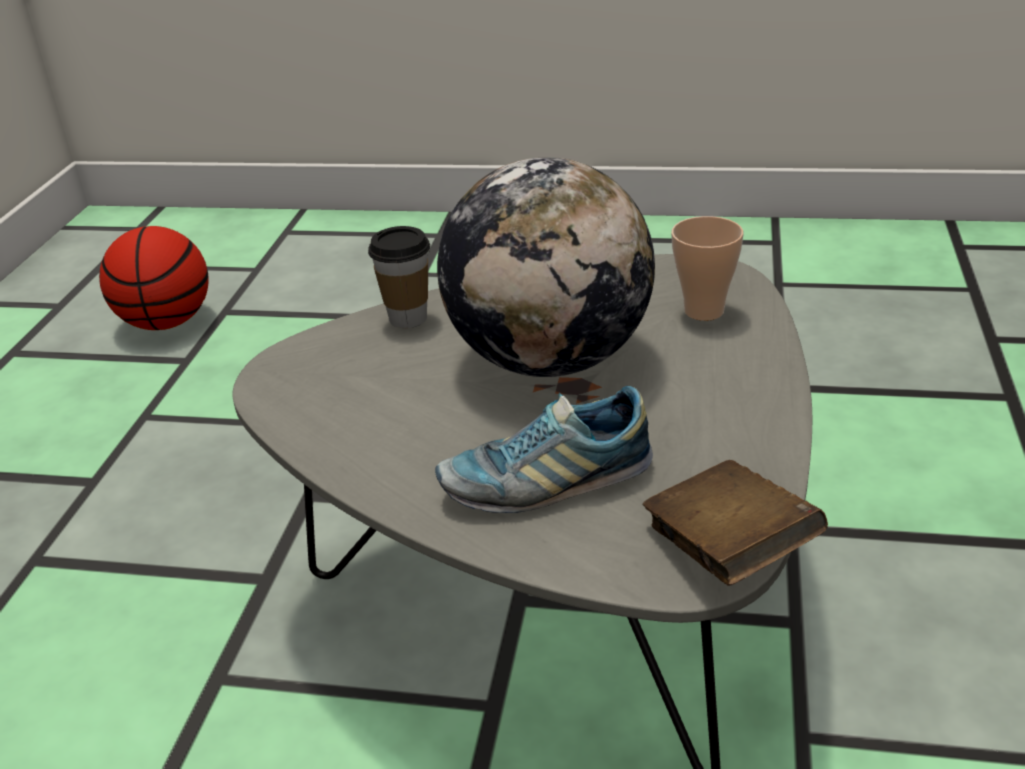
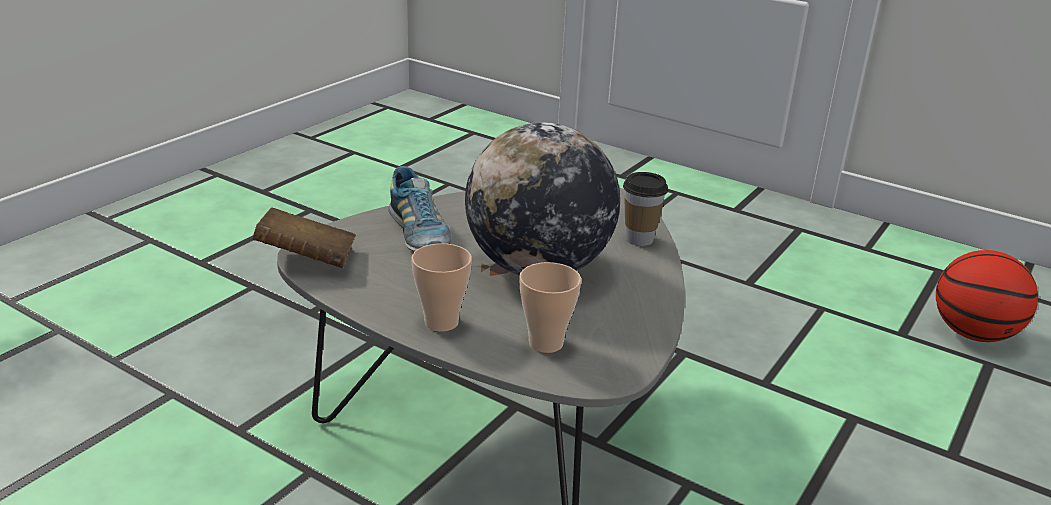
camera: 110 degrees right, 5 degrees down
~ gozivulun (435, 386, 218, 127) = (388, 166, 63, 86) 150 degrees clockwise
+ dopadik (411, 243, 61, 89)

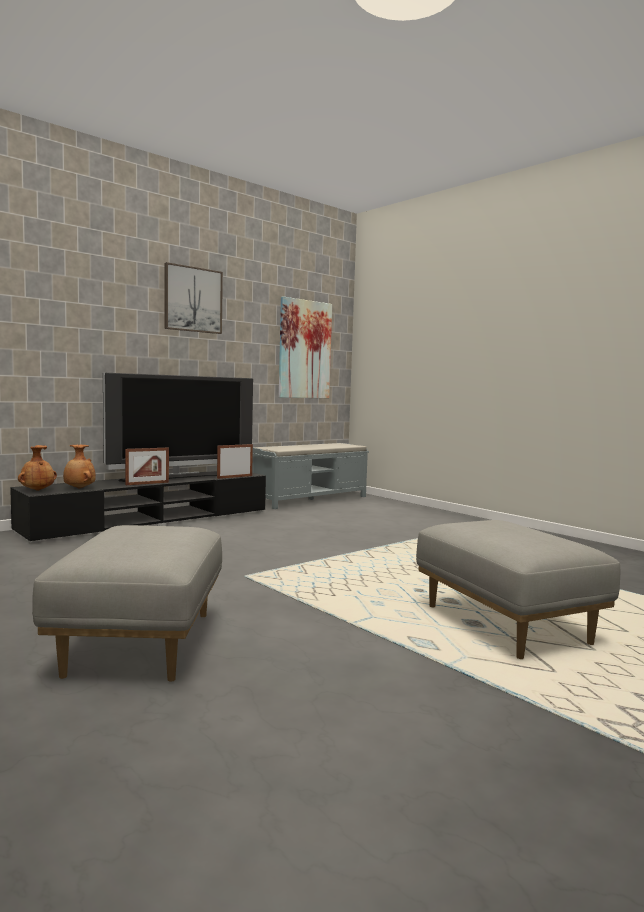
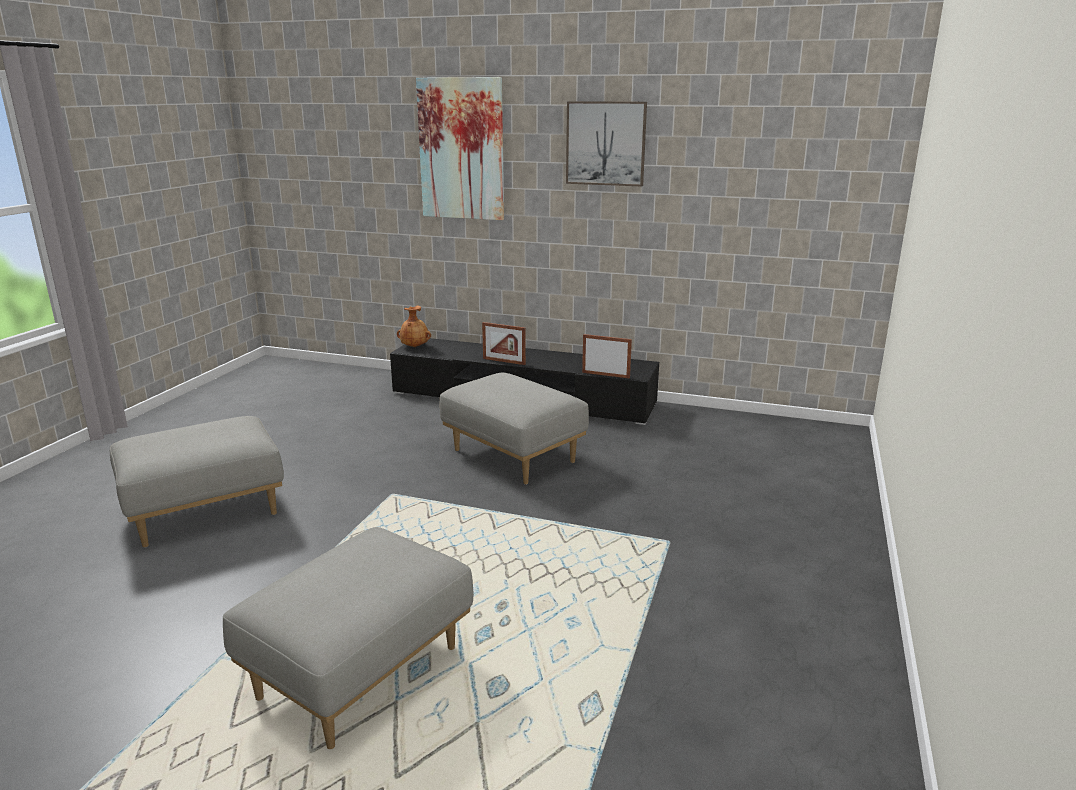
camera: 60 degrees right, 15 degrees up
~ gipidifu (279, 297, 53, 101) to (416, 77, 88, 143)
- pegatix (103, 373, 150, 109)
- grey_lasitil (252, 443, 117, 66)
- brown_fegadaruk (63, 445, 33, 44)
+ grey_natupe (440, 373, 149, 112)

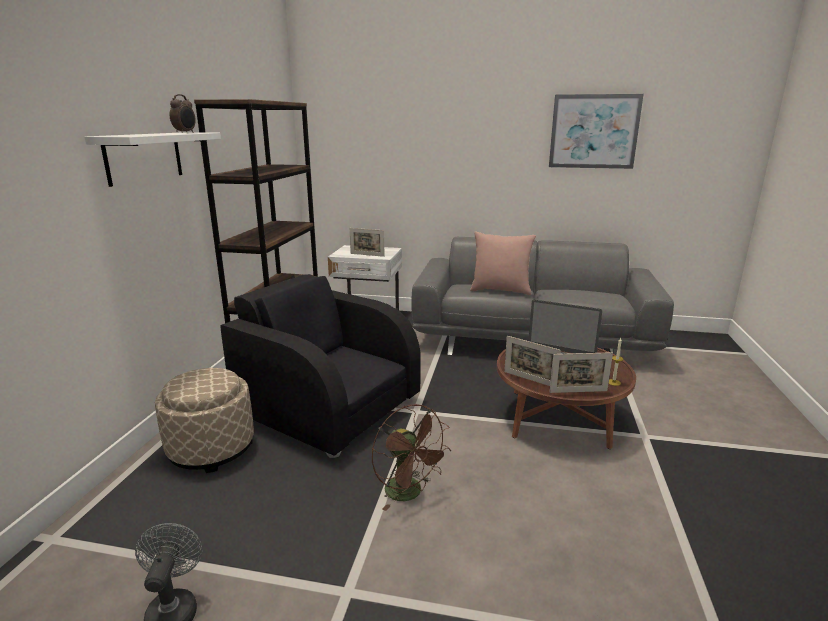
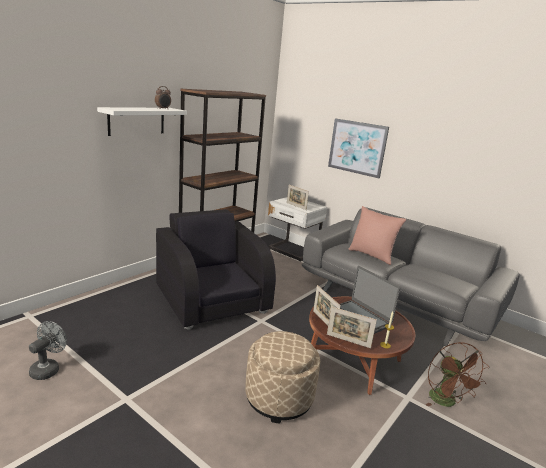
camera: 25 degrees right, 0 degrees up
~ gipidifu (549, 94, 95, 75) to (328, 119, 61, 59)
~ beige_natupe (155, 368, 99, 105) to (245, 331, 75, 92)
~ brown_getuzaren (372, 404, 79, 107) to (425, 342, 65, 65)

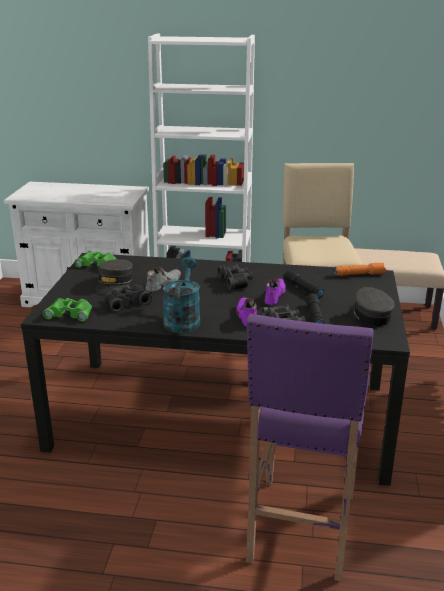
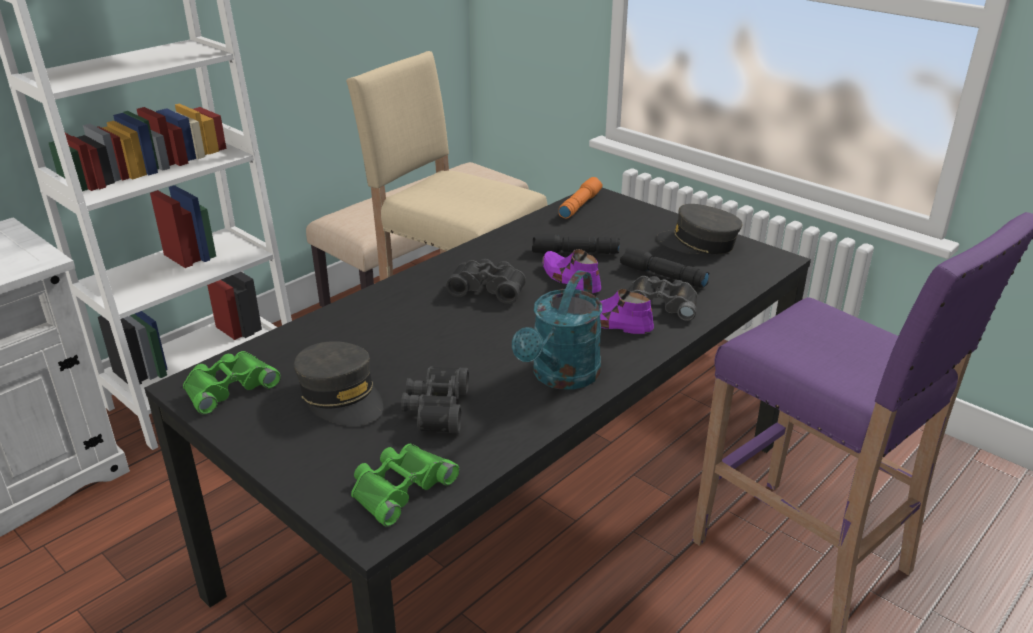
camera: 55 degrees left, 5 degrees up
~ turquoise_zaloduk (163, 257, 37, 76) = (512, 270, 90, 120) 105 degrees counterclockwise
- grey_gozivulun (145, 267, 36, 25)

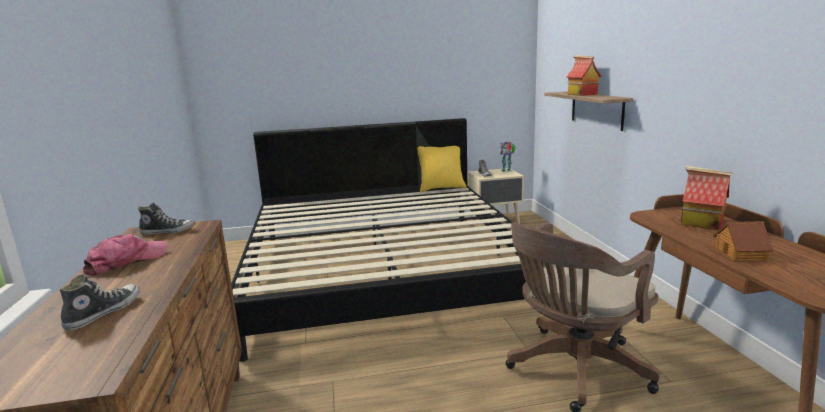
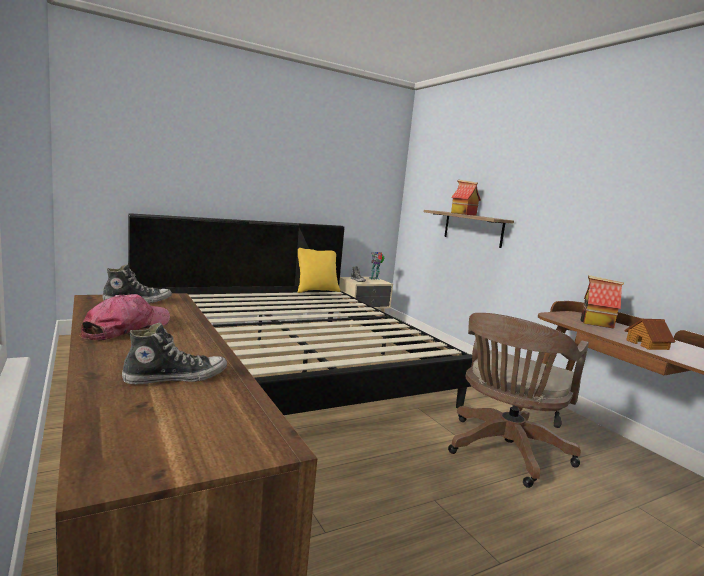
camera: 20 degrees left, 5 degrees down
~ gozivulun (60, 275, 80, 56) = (122, 323, 105, 61) 60 degrees clockwise

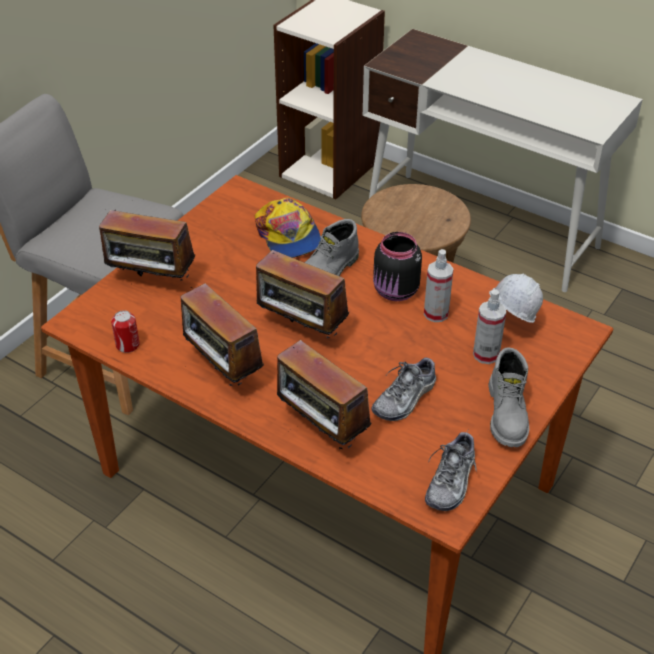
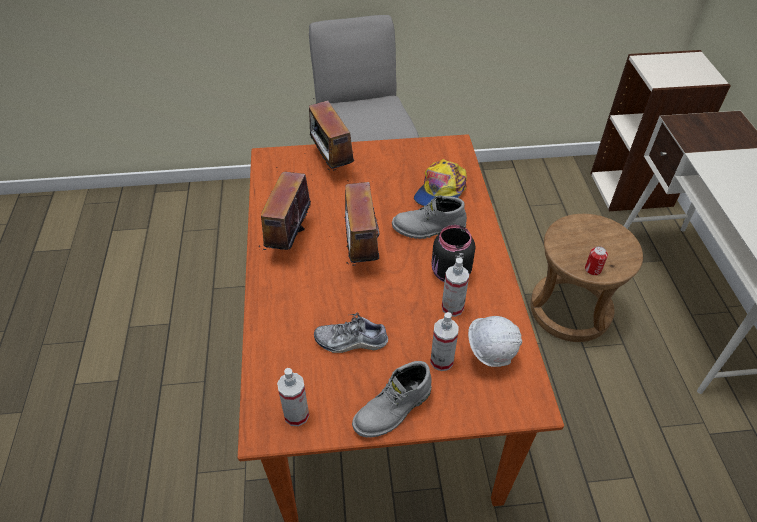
camera: 50 degrees right, 5 degrees up
~ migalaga (111, 310, 29, 43) to (585, 246, 23, 29)
- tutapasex (277, 340, 95, 109)
~ gozivulun (425, 432, 52, 79) to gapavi (277, 368, 32, 58)

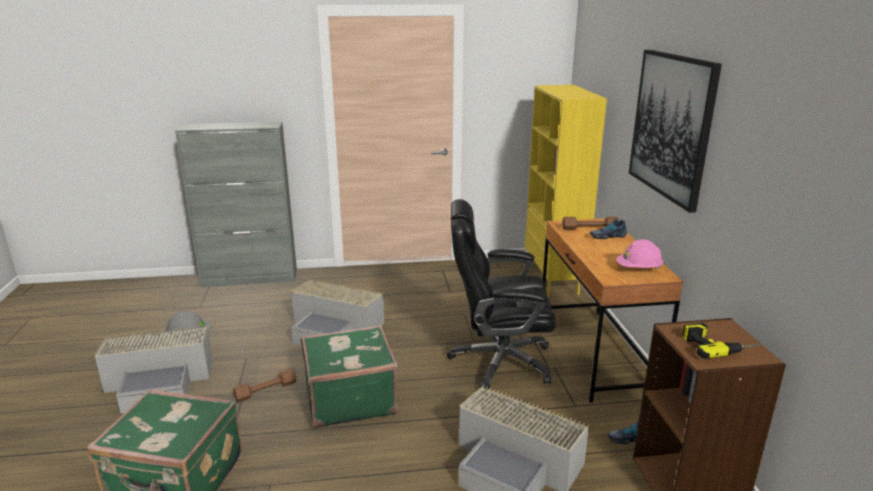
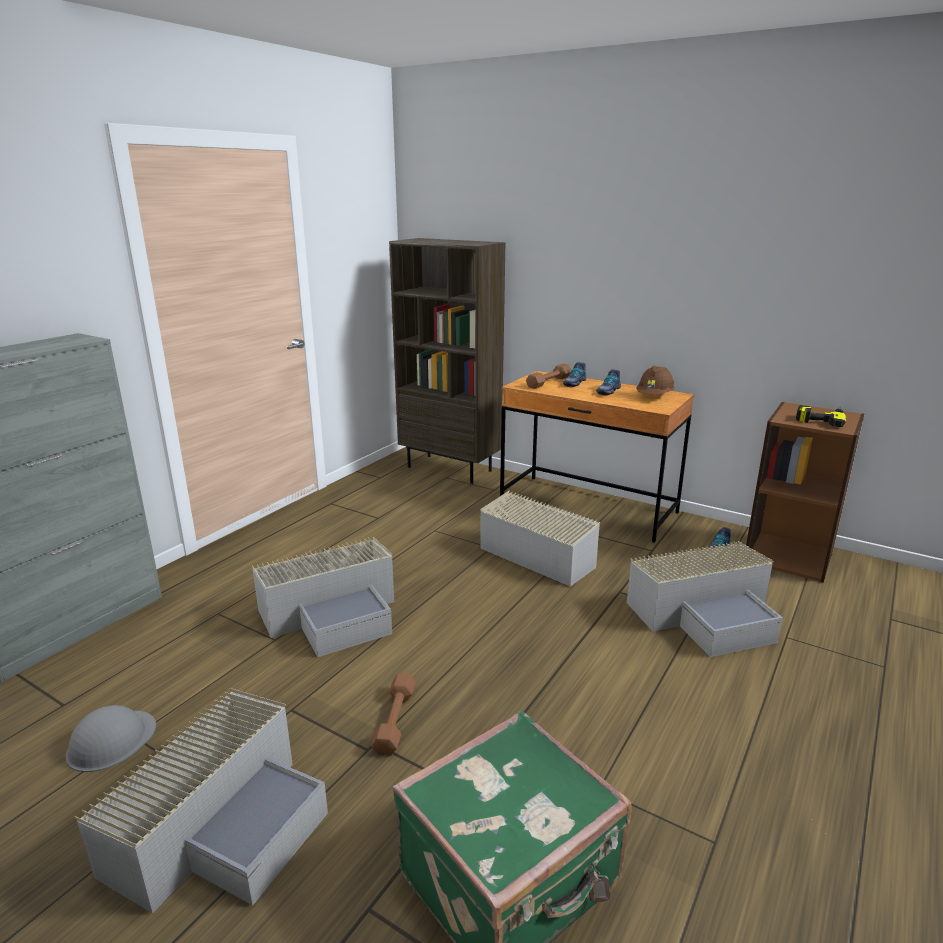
camera: 50 degrees left, 0 degrees up
- gipidifu (629, 50, 93, 163)
~ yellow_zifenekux (525, 85, 82, 212) to brown_zifenekux (389, 238, 116, 246)
~ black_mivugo (447, 199, 109, 191) to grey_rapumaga (480, 490, 120, 97)
~ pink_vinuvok (616, 240, 47, 28) to brown_vinuvok (636, 366, 39, 29)
- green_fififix (301, 325, 96, 104)
+ gozivulun (596, 369, 25, 26)

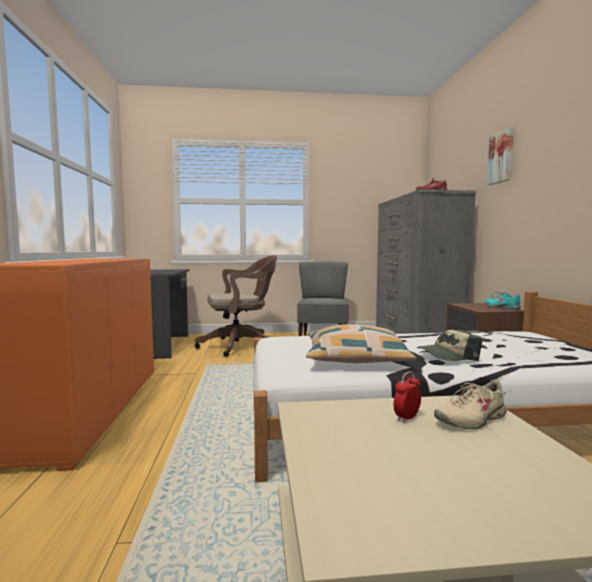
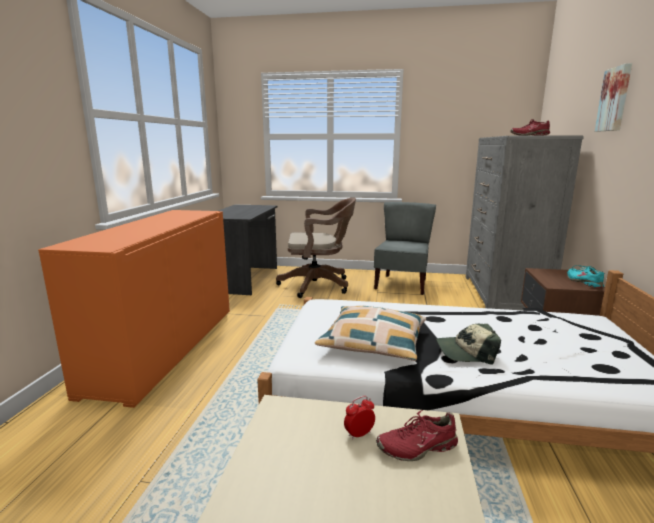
camera: 15 degrees right, 10 degrees up
~ beige_gozivulun (434, 379, 76, 50) to red_gozivulun (376, 410, 82, 51)

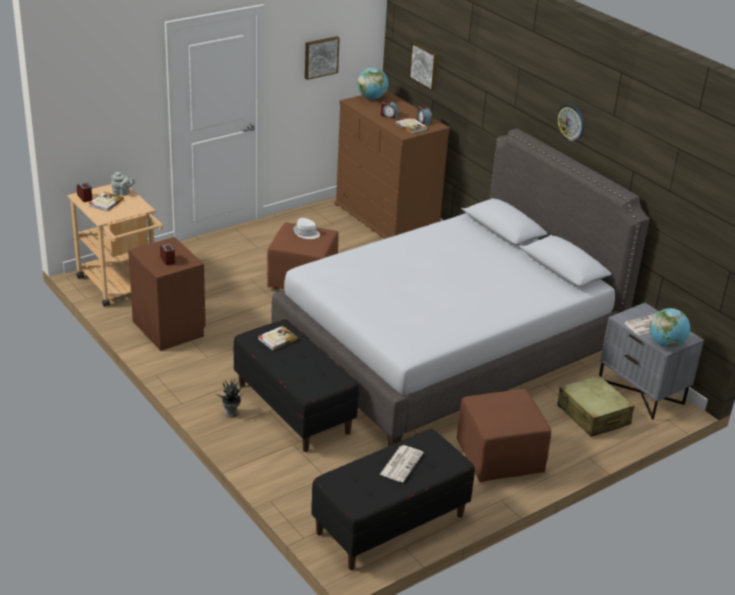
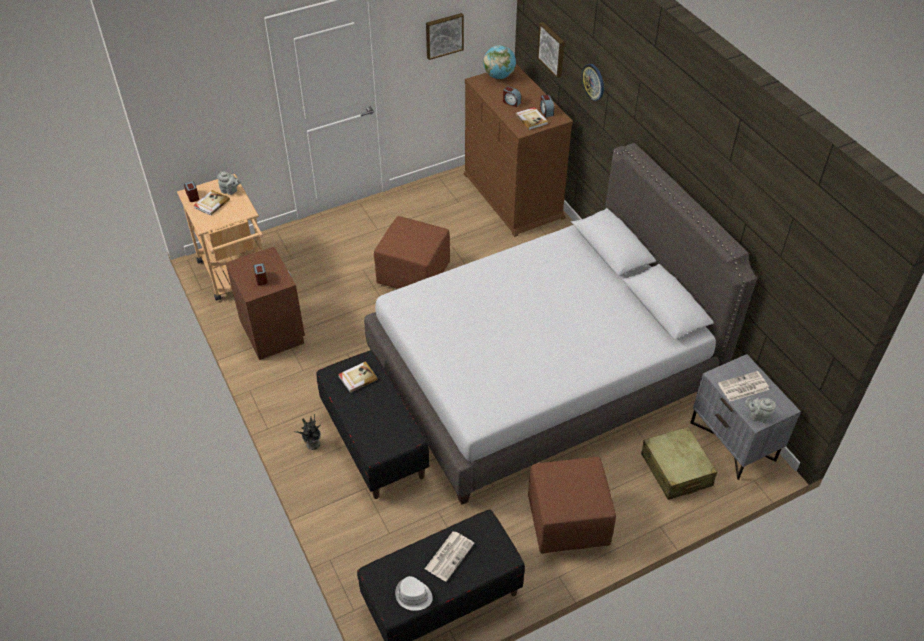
camera: 10 degrees right, 15 degrees up
~ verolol (556, 104, 28, 37) to (582, 64, 22, 37)
~ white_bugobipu (293, 218, 27, 21) to (395, 576, 38, 35)
~ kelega (649, 308, 41, 40) to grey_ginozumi (745, 397, 31, 26)

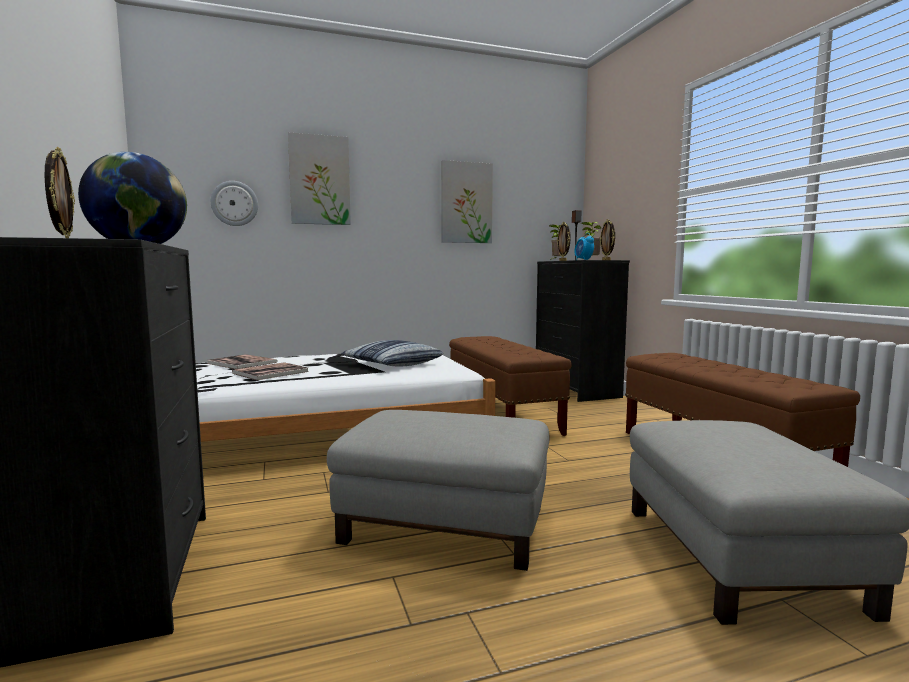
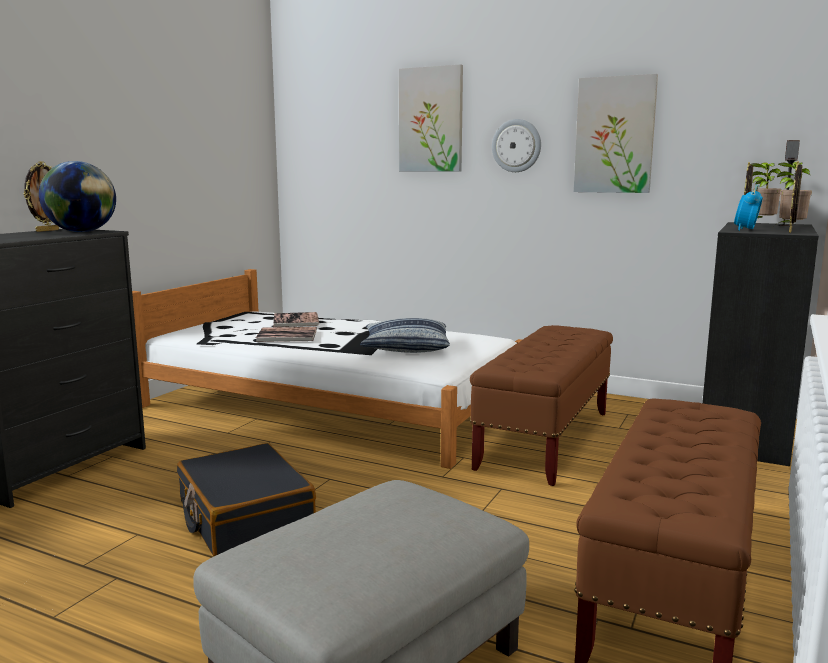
camera: 45 degrees right, 5 degrees up
~ verolol (211, 181, 47, 45) to (492, 119, 49, 53)
~ grey_natupe (327, 410, 223, 161) to black_fififix (177, 443, 139, 113)

